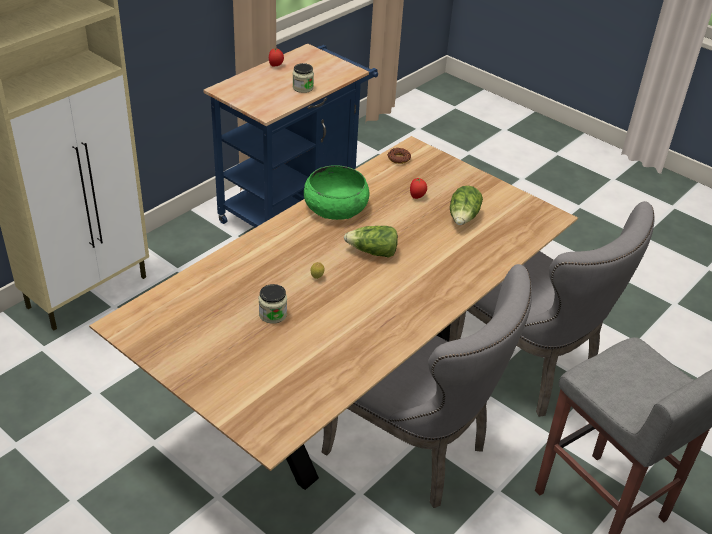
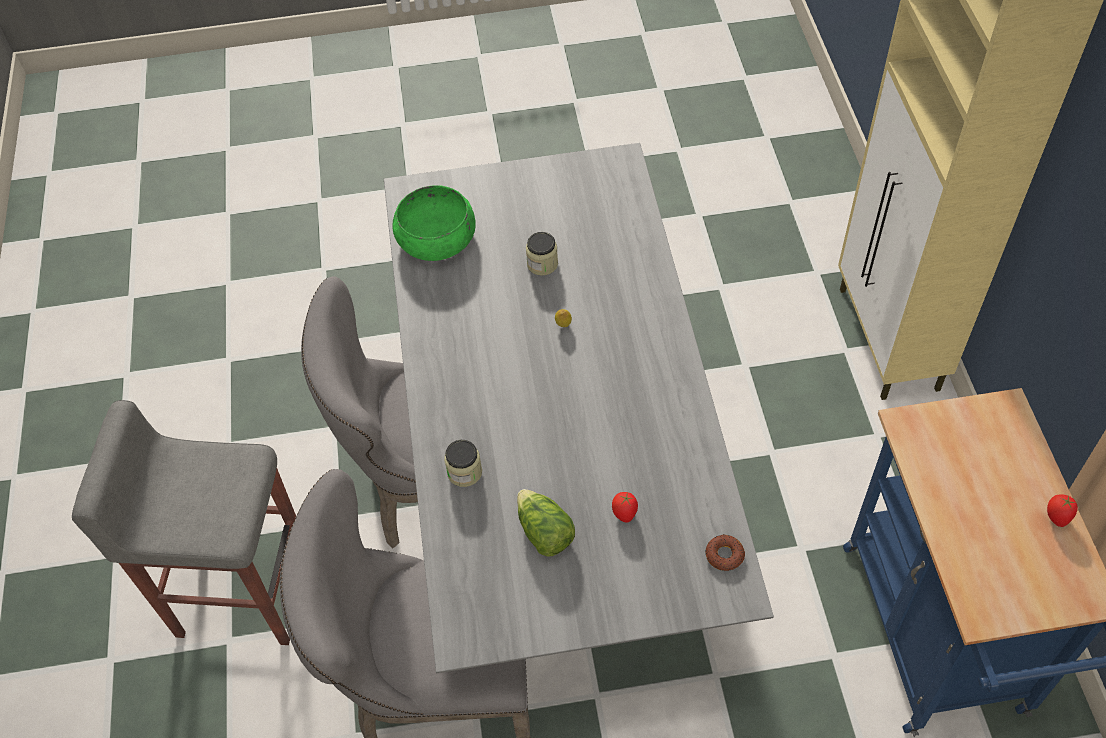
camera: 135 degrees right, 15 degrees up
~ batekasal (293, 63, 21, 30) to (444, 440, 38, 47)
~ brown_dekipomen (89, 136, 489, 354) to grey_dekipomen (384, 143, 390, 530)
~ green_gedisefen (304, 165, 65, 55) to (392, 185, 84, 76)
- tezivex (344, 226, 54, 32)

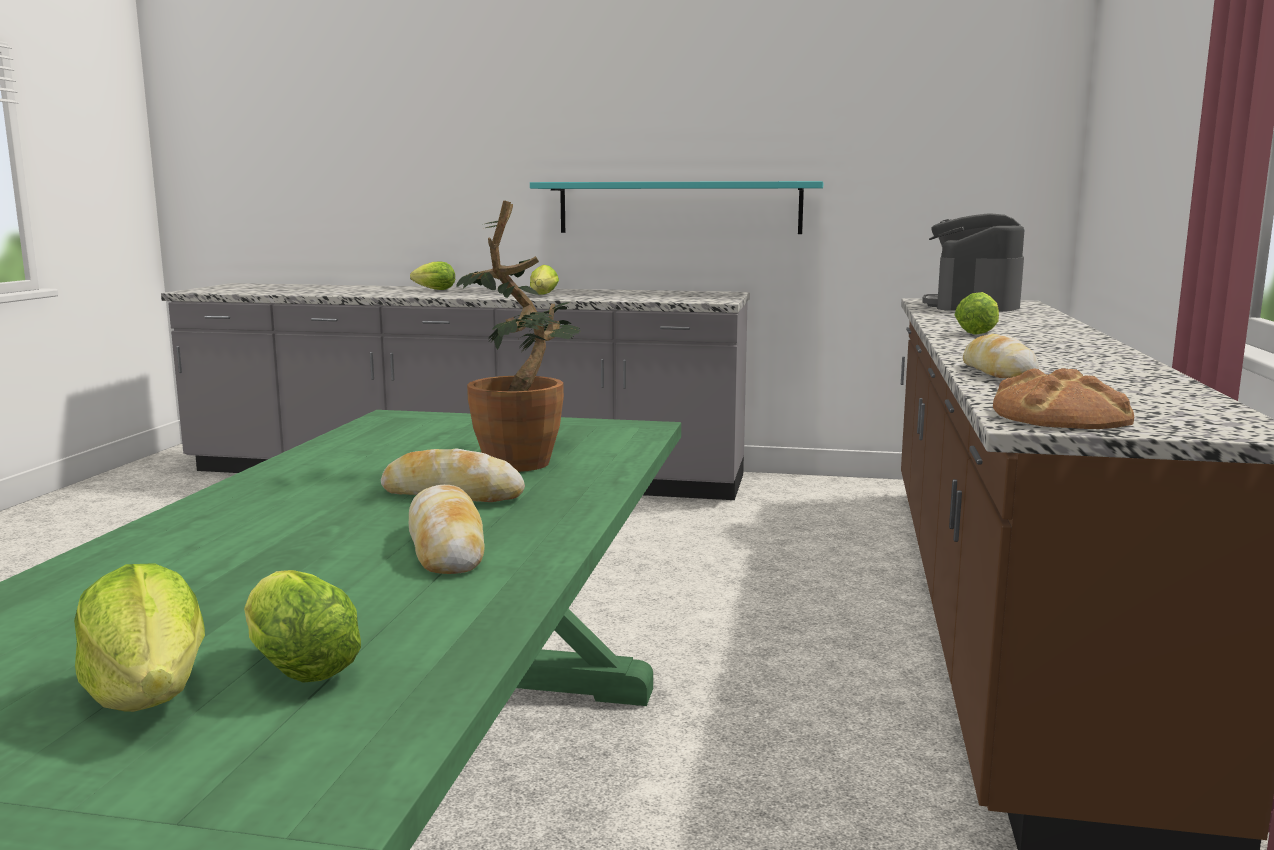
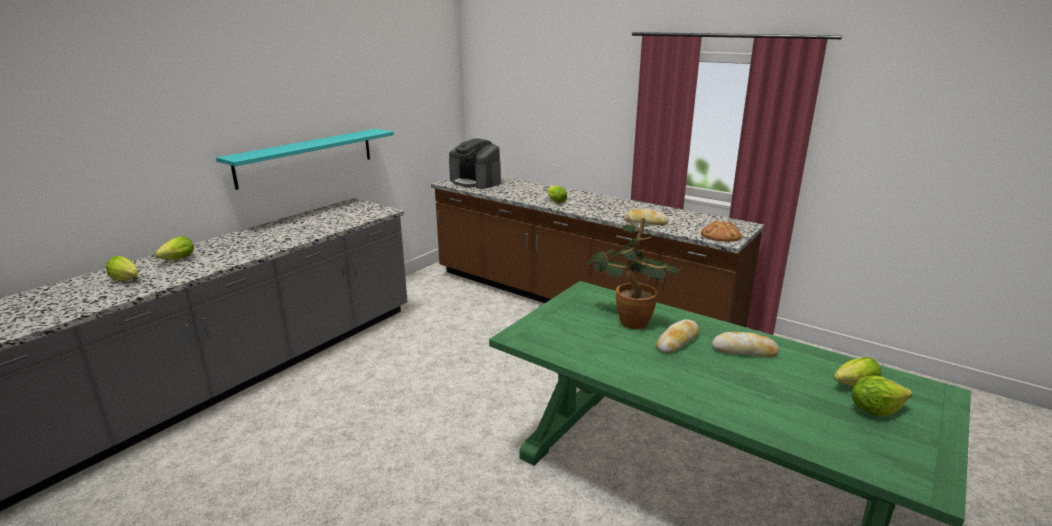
camera: 65 degrees left, 10 degrees up
~ tezivex (530, 265, 29, 30) to (106, 256, 32, 25)

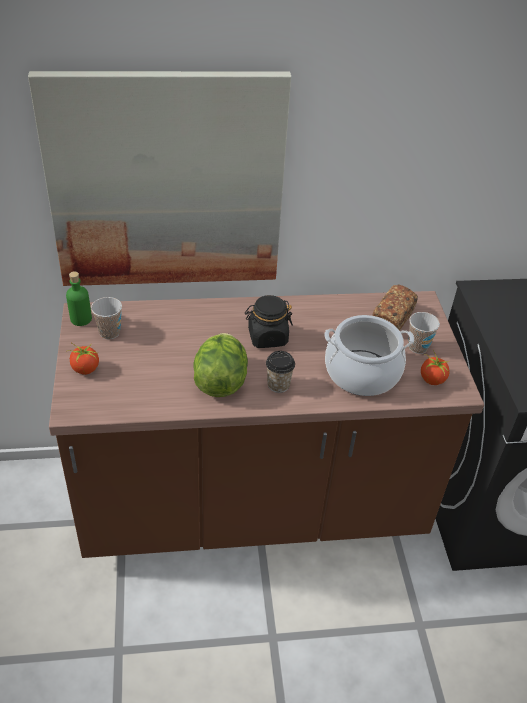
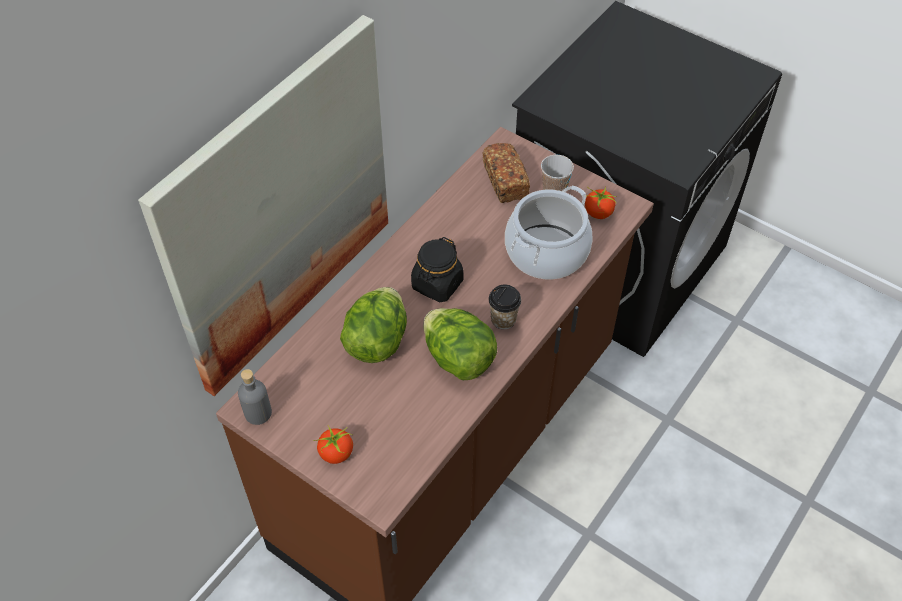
camera: 45 degrees left, 10 degrees up
~ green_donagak (66, 271, 26, 55) to grey_donagak (238, 369, 34, 56)
- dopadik (91, 297, 31, 42)
+ tezivex (340, 287, 67, 76)

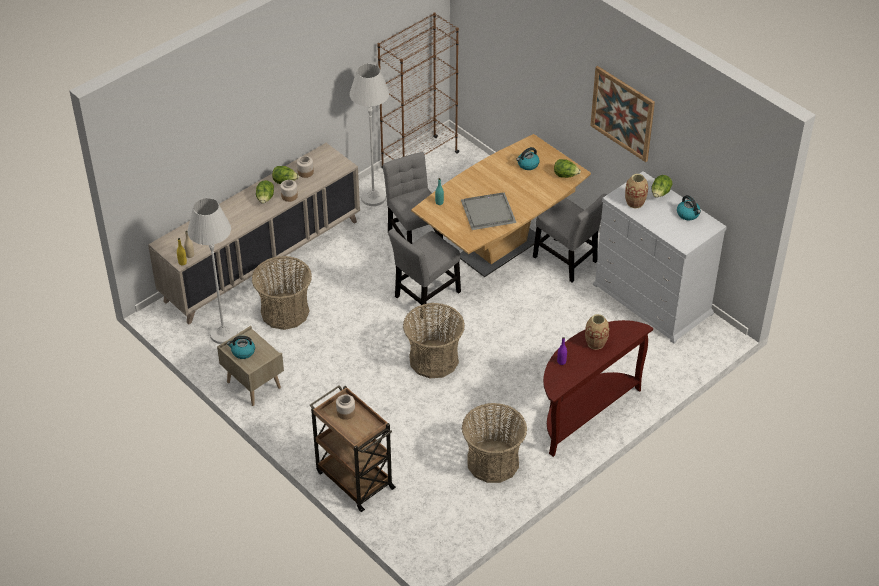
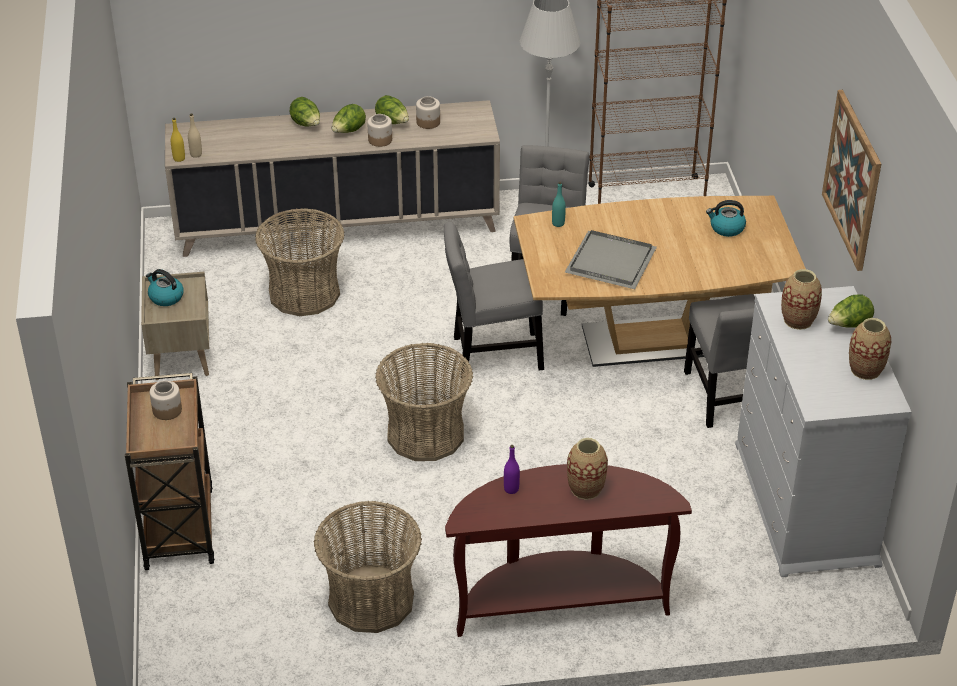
camera: 35 degrees right, 5 degrees down
~ tezivex (554, 159, 27, 19) to (290, 97, 30, 29)
~ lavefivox (677, 195, 24, 25) to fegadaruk (849, 318, 42, 62)
- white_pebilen (188, 198, 50, 146)

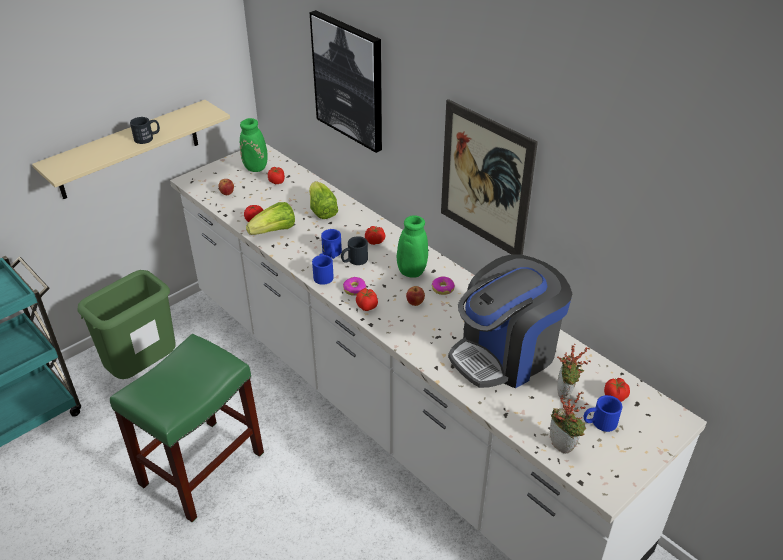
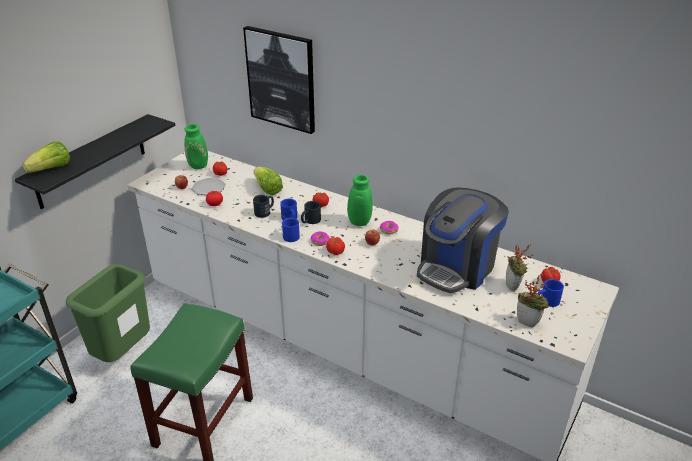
camera: 15 degrees left, 5 degrees down
- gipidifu (441, 99, 97, 156)
~ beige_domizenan (32, 100, 198, 99) to black_domizenan (15, 114, 161, 95)
~ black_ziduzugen (130, 117, 30, 27) to (253, 195, 21, 23)
~ tezivex (246, 202, 49, 33) to (22, 141, 48, 32)
+ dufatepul (191, 178, 35, 17)

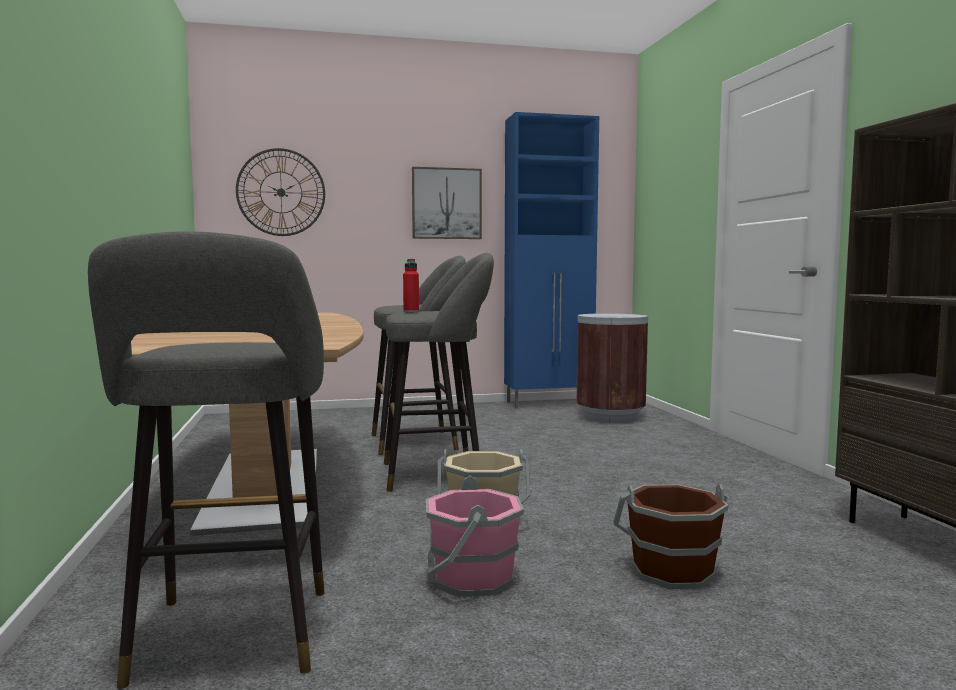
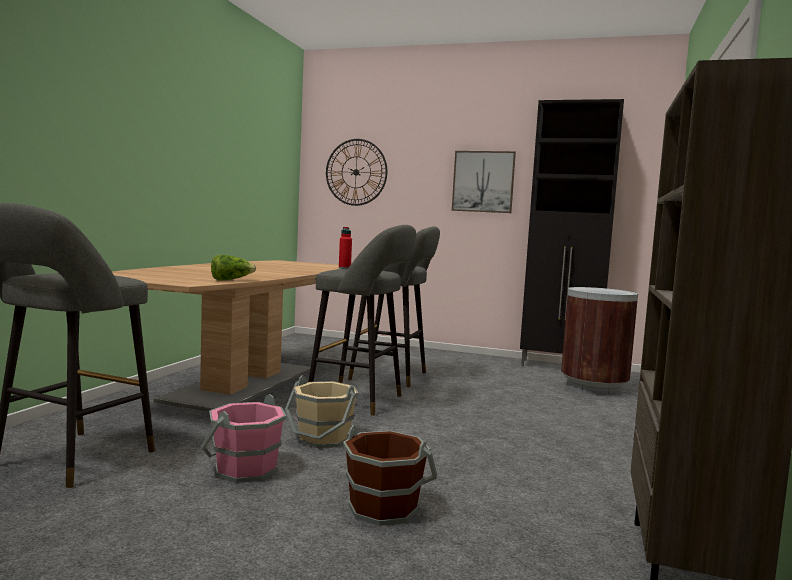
camera: 30 degrees right, 0 degrees up
~ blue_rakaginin (504, 112, 95, 296) to black_rakaginin (520, 99, 104, 267)
+ tezivex (211, 255, 45, 26)

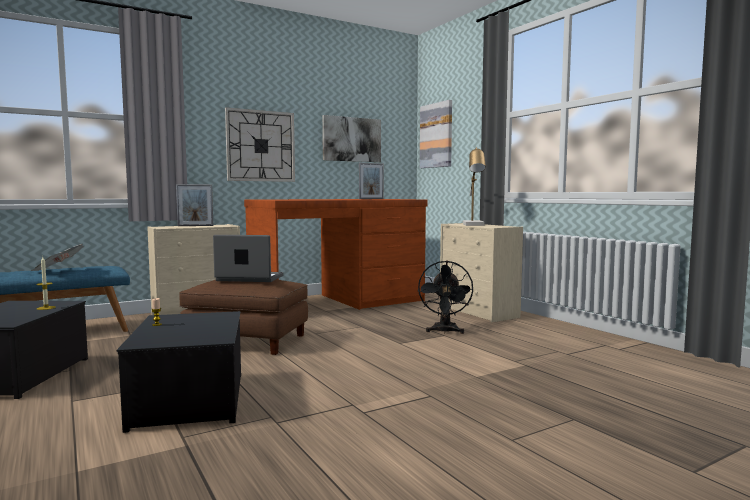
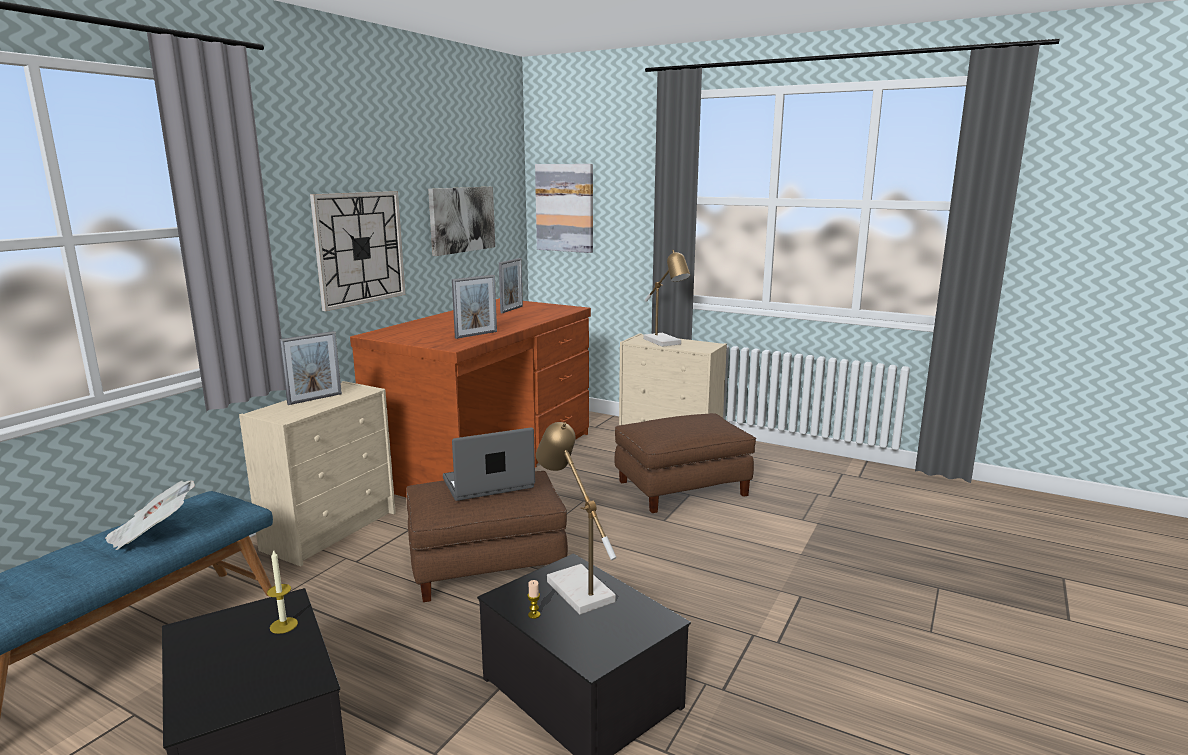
camera: 30 degrees left, 10 degrees up
~ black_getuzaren (418, 261, 55, 73) to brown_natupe (614, 413, 142, 100)
+ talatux (452, 275, 45, 64)
+ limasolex (536, 422, 81, 193)

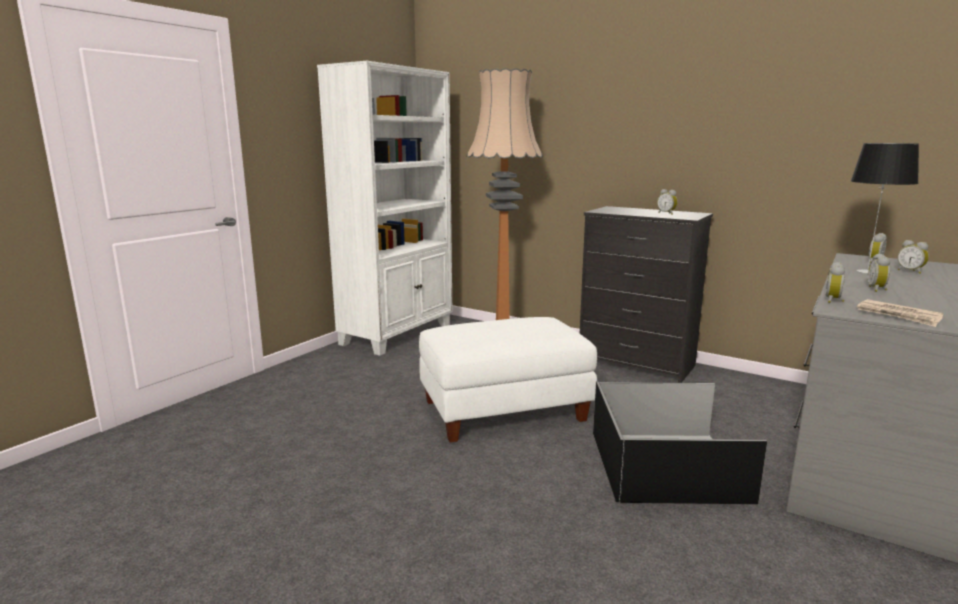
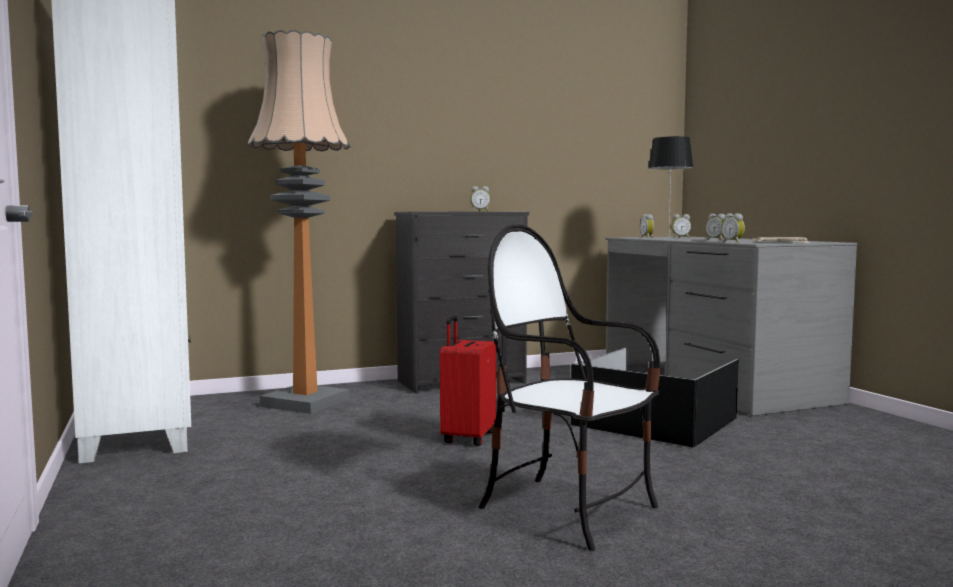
camera: 55 degrees left, 10 degrees down
~ white_natupe (419, 317, 178, 126) to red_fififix (440, 316, 56, 130)
+ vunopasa (478, 224, 183, 327)

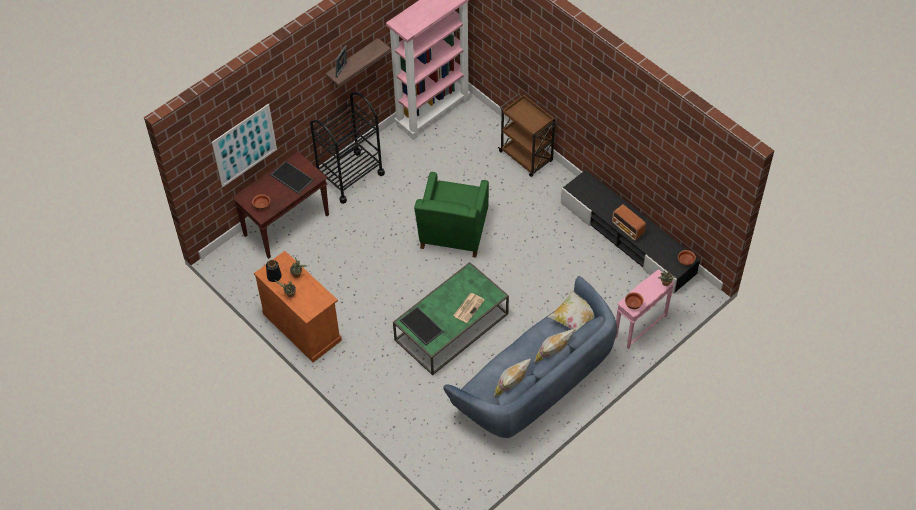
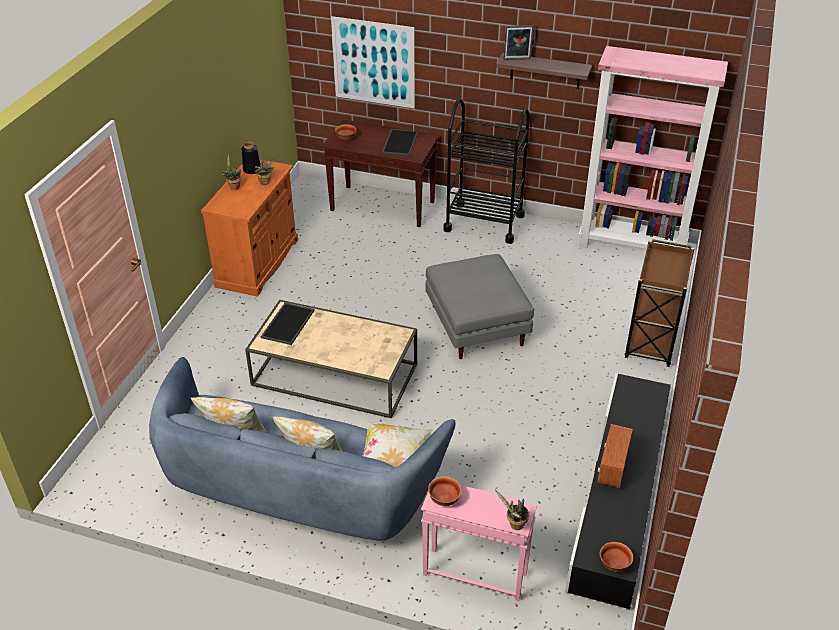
camera: 60 degrees right, 15 degrees down
~ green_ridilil (414, 172, 75, 86) to grey_natupe (425, 254, 109, 105)
~ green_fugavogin (393, 262, 116, 113) to beige_fugavogin (245, 300, 172, 118)
- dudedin (453, 293, 32, 30)

